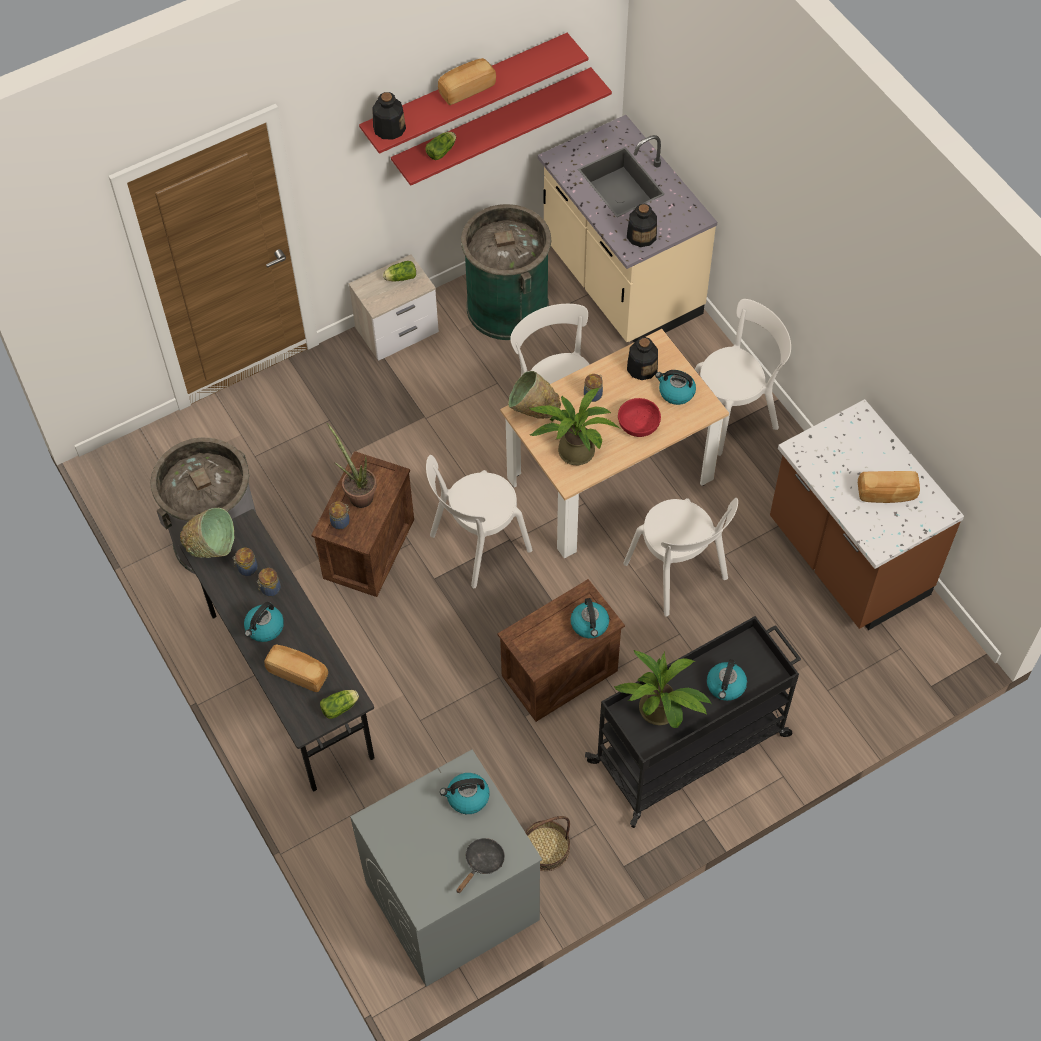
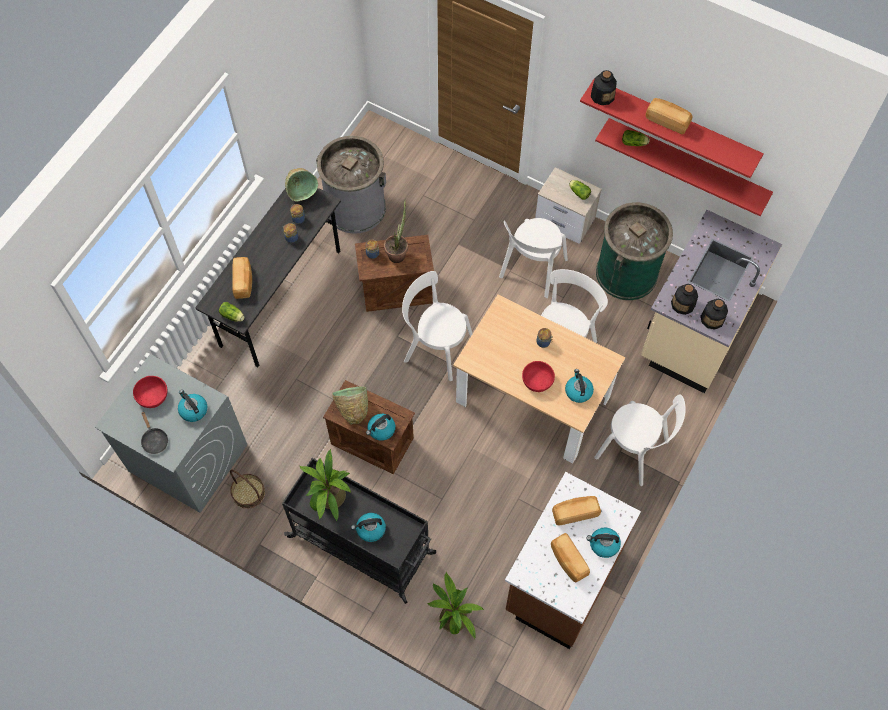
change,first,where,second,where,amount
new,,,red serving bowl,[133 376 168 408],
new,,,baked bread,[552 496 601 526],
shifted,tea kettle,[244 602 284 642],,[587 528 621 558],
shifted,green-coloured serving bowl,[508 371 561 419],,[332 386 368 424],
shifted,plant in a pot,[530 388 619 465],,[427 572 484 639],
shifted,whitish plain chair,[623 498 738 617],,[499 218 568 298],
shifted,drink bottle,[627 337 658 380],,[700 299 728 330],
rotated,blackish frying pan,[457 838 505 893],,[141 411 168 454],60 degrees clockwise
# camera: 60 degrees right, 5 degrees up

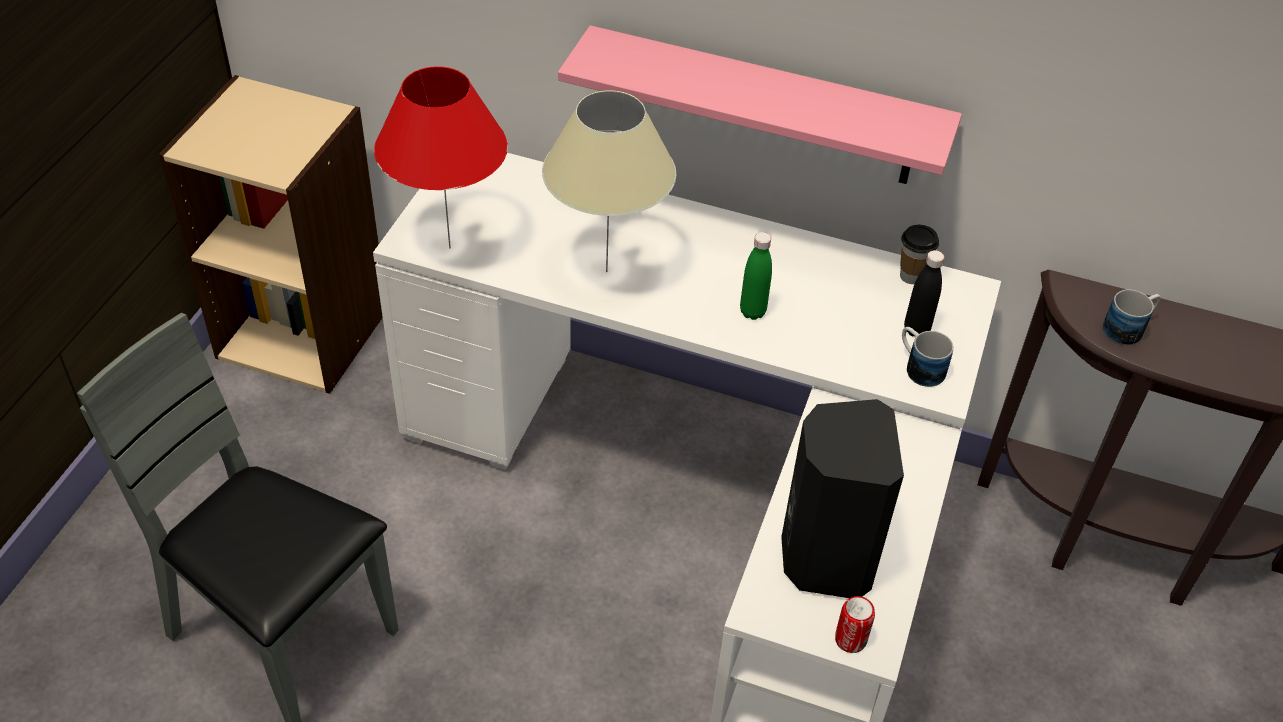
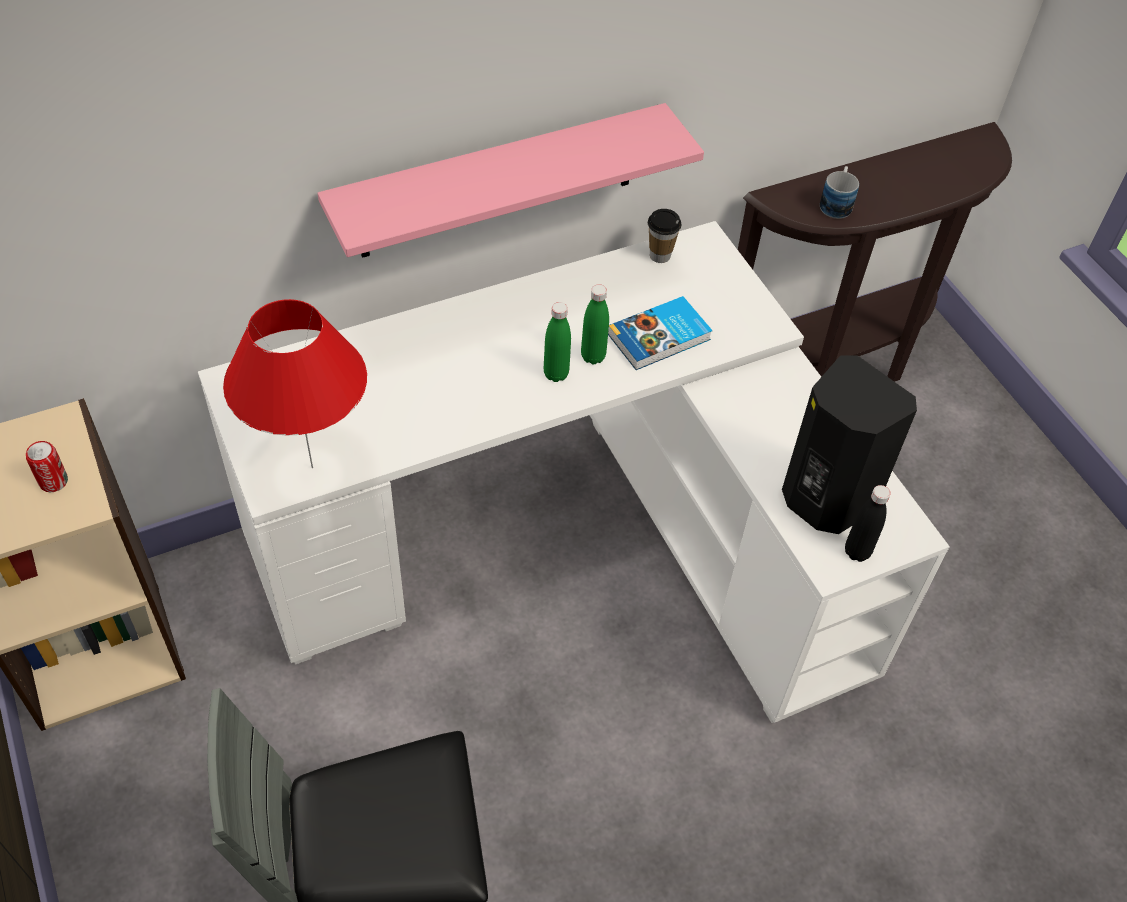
change,first,where,second,where,amount
gone,sand-coloured table lamp,[542 90 676 272],,,
gone,coffee mug,[902 327 953 387],,,
new,,,green-coloured drink bottle,[544 302 571 382],
new,,,volume,[608 296 713 370],
shifted,sealed can,[835 596 875 653],,[26 441 68 492],
shifted,blackish drink bottle,[904 250 944 337],,[845 485 891 562],
# camera: 45 degrees left, 5 degrees up

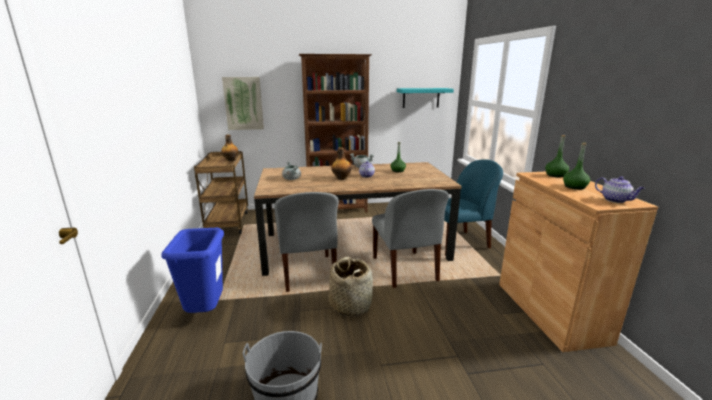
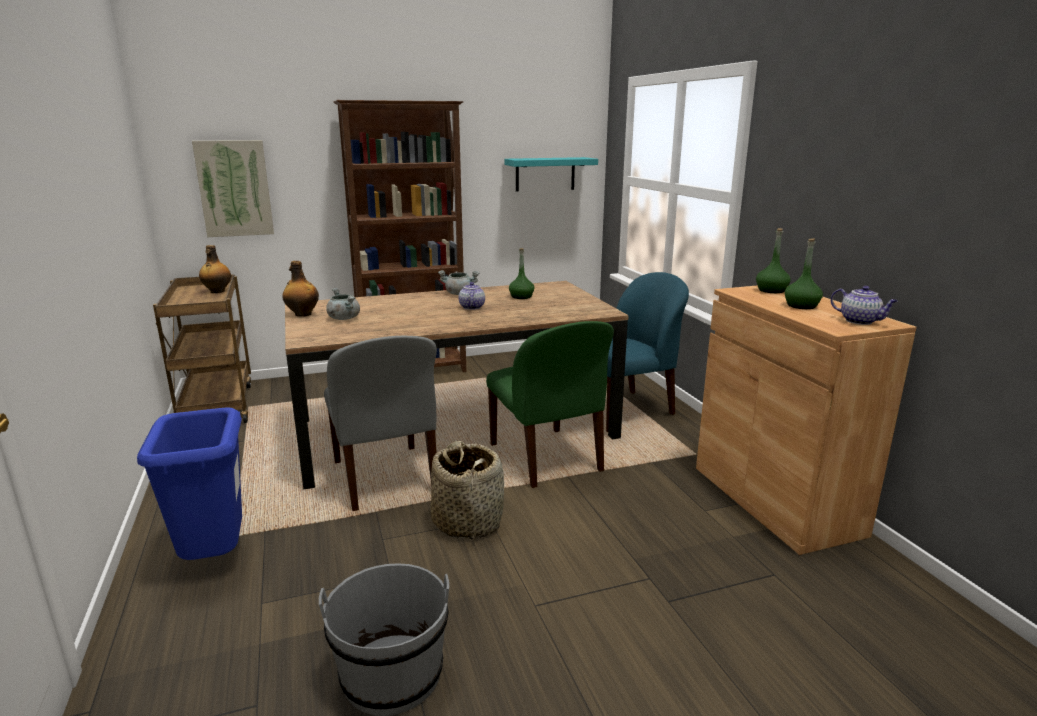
change,first,where,second,where,amount
shifted,drink bottle,[331 147 352 180],,[282 261 319 317],
repainted,gray plain chair,[372 189 449 288],green-coloured plain chair,[486 321 614 488],
# camera: 10 degrees left, 0 degrees up

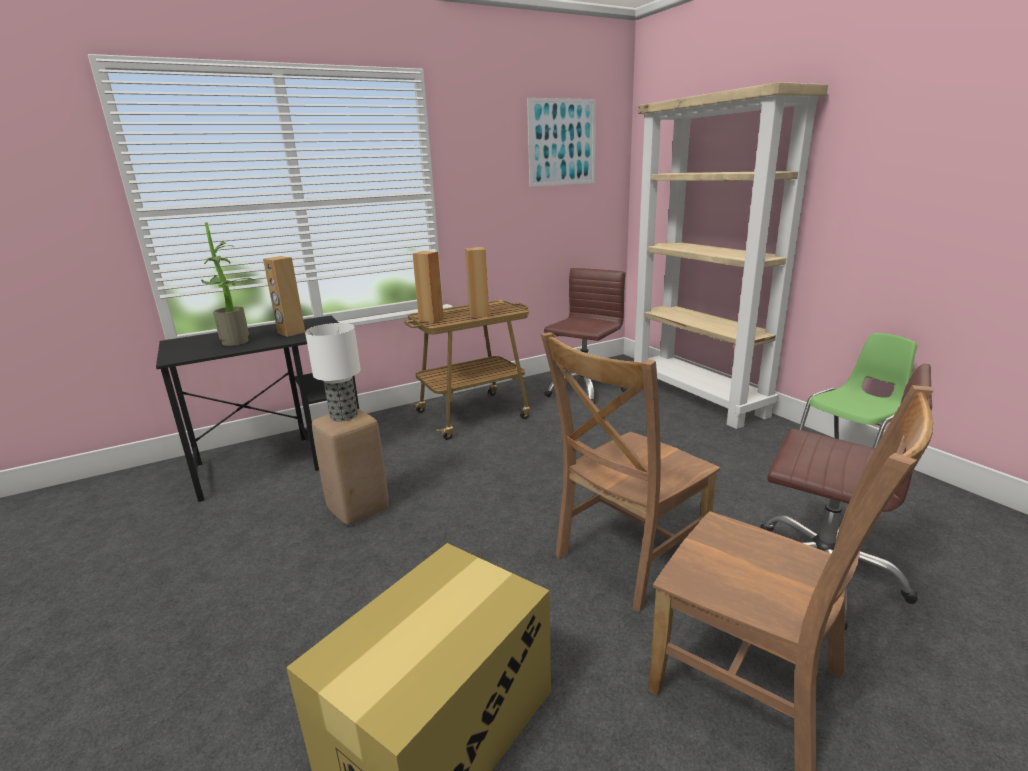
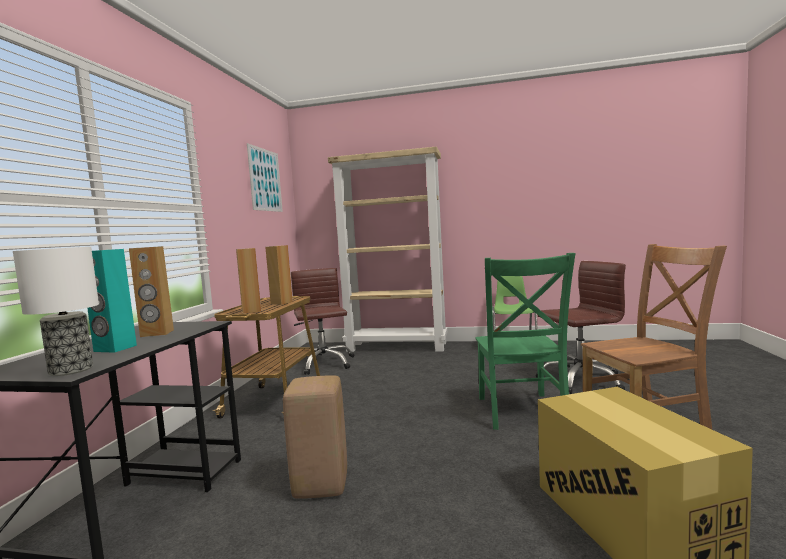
change,first,where,second,where,amount
shifted,table lamp,[305 323 361 422],,[13 247 99 376],
swapped,plant in a pot,[201 222 255 346],turquoise-coloured speaker,[87 249 137 353],
repainted,brown plain chair,[541 332 720 612],green-coloured plain chair,[475 253 576 430],
# camera: 50 degrees left, 15 degrees down

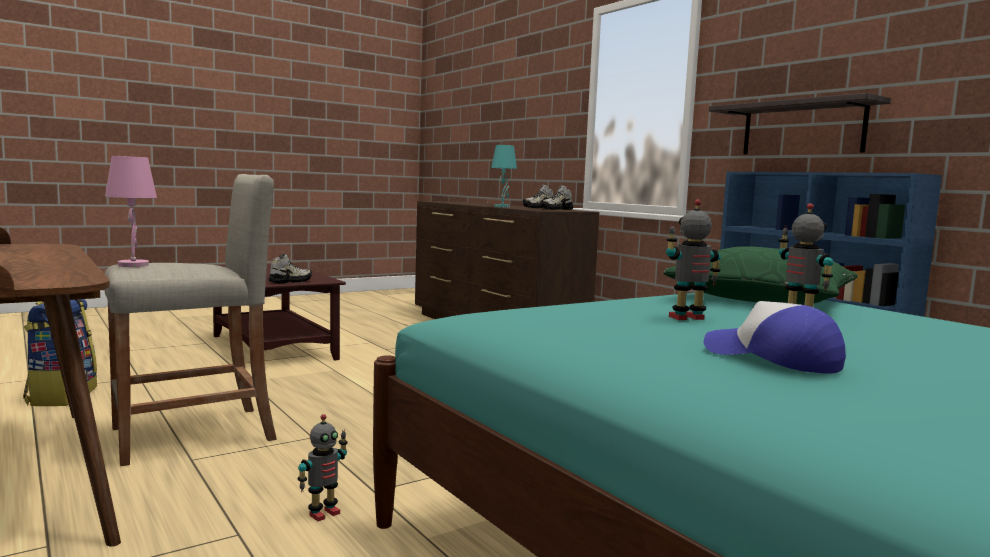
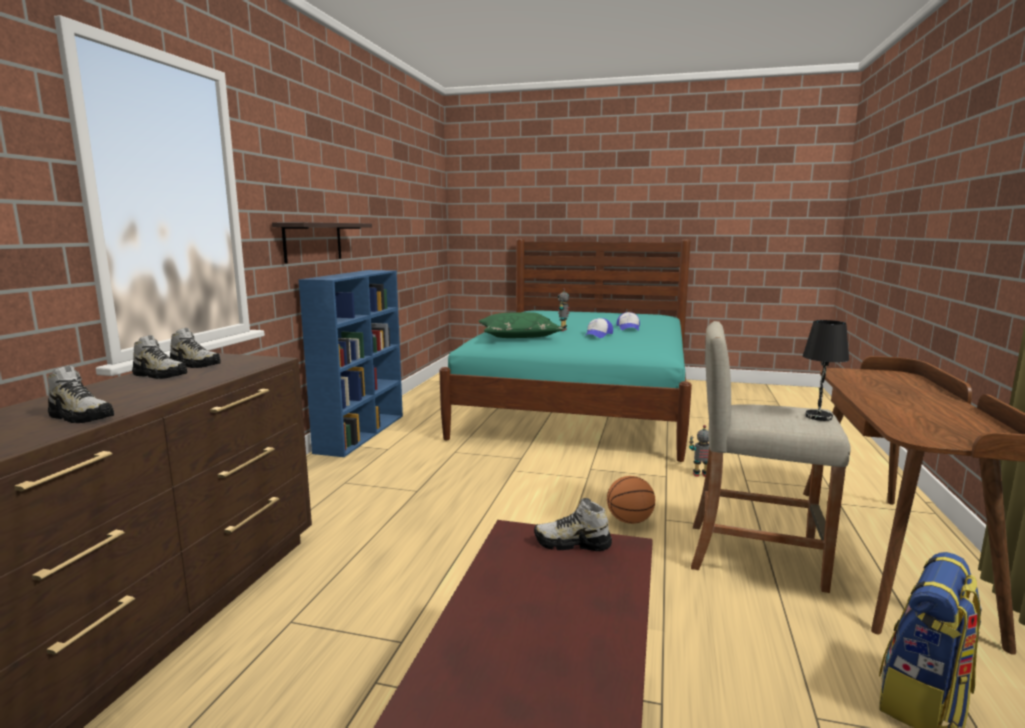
change,first,where,second,where,amount
gone,turquoise-coloured table lamp,[491 145 517 208],,,
new,,,item of footwear,[48 366 114 423],
new,,,basketball,[607 476 655 524],
swapped,toy robot,[666 199 721 320],baseball cap,[586 318 613 338],
repainted,pink table lamp,[105 156 157 267],blackish table lamp,[803 320 849 421],
# camera: 130 degrees left, 5 degrees up

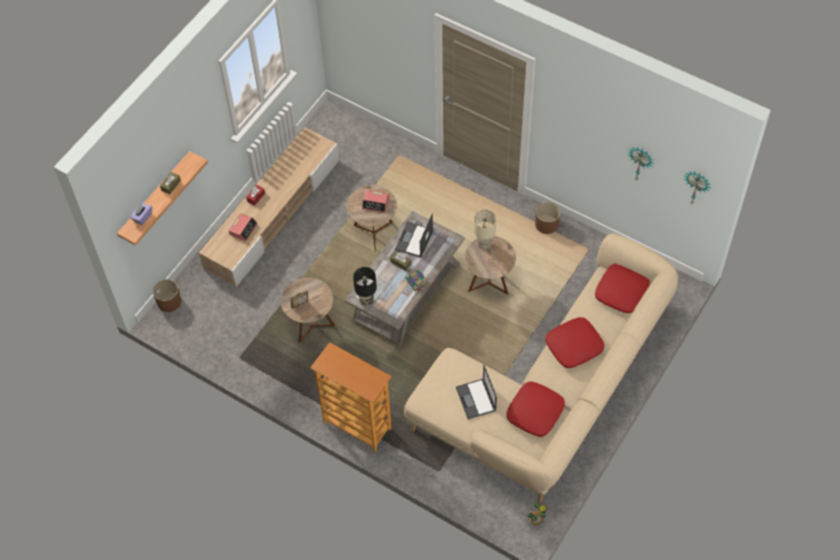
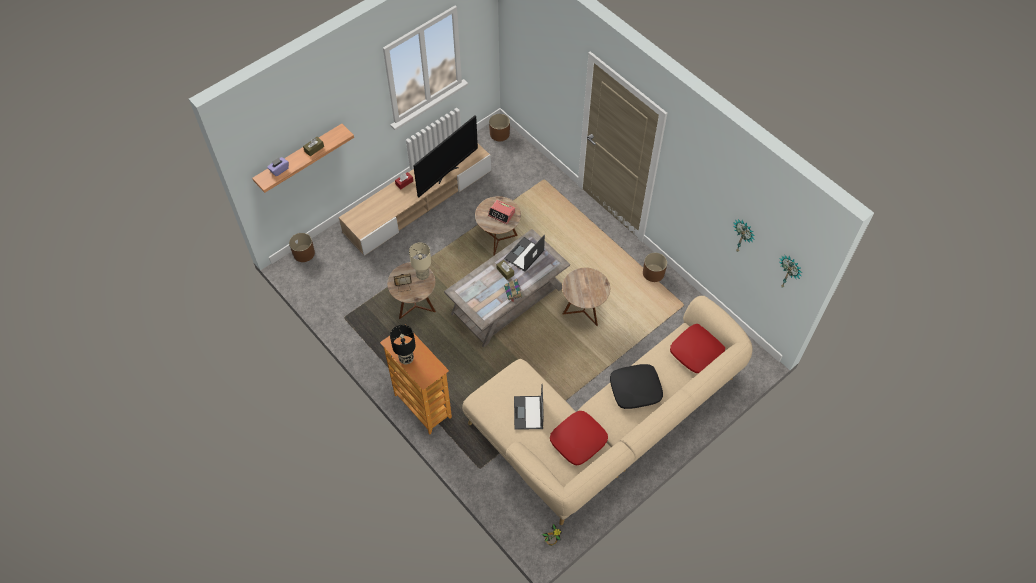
change,first,where,second,where,amount
gone,table clock,[228 213 258 241],,,
new,,,television,[413 116 478 197],
new,,,brown planter,[489 114 510 141],
shifted,blackish table lamp,[353 267 377 307],,[390 325 416 364],
shifted,sand-coloured table lamp,[474 210 496 250],,[409 242 431 280],
repainted,red pillow,[545 317 604 368],blackish pillow,[610 364 663 409],
# camera: 15 degrees right, 0 degrees up

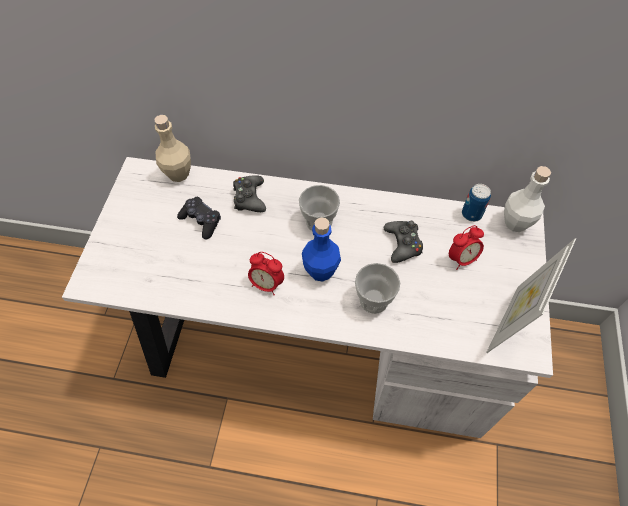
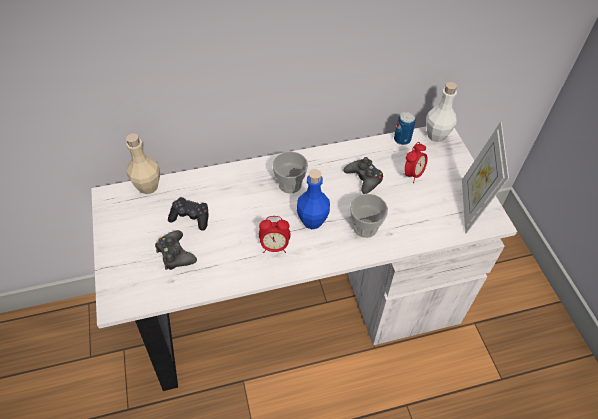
change,first,where,second,where,amount
shifted,blackish gamepad,[233 175 266 212],,[155 230 197 270],
# camera: 25 degrees left, 5 degrees down

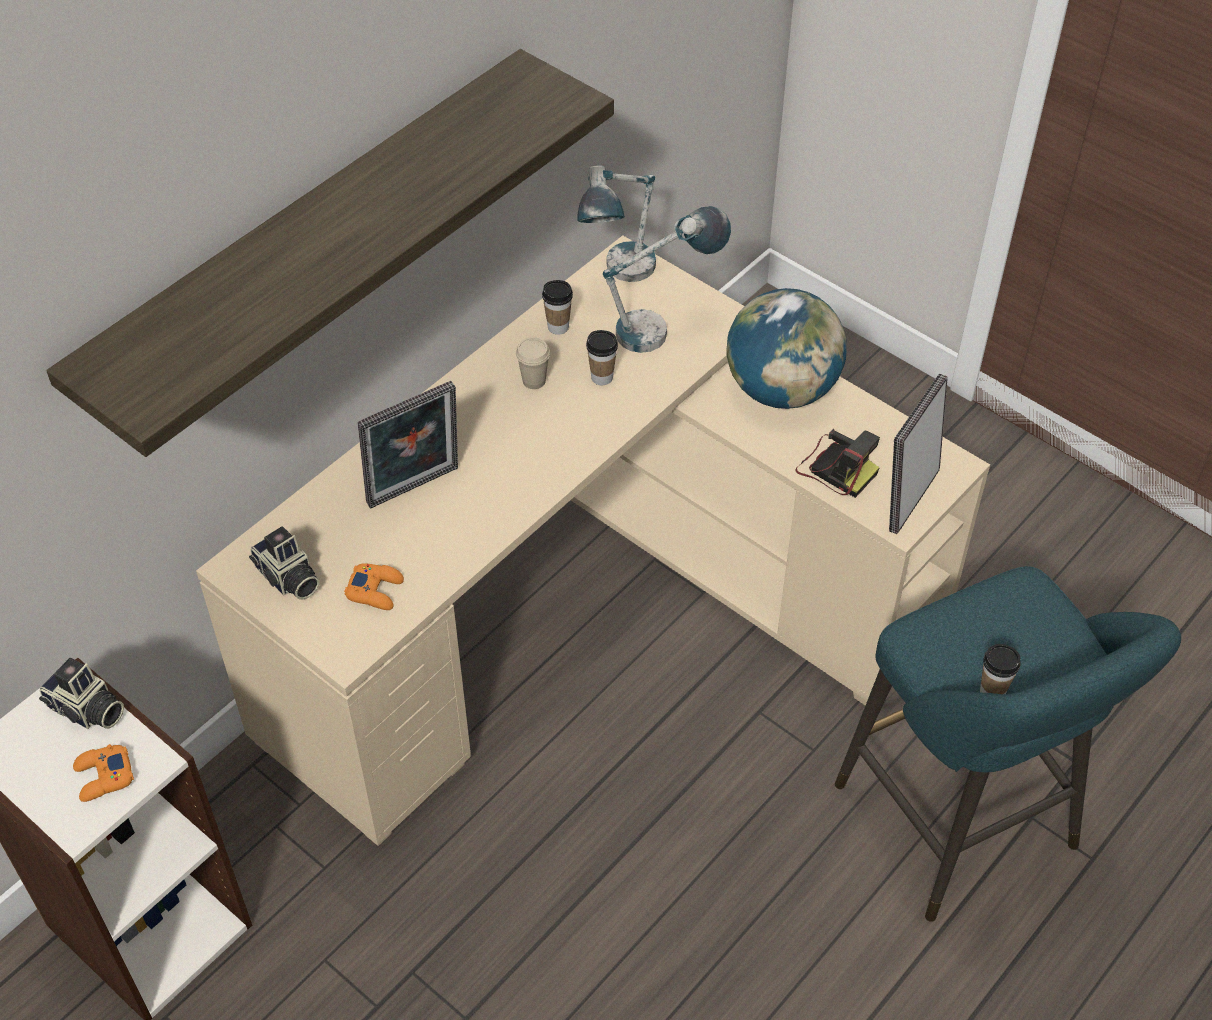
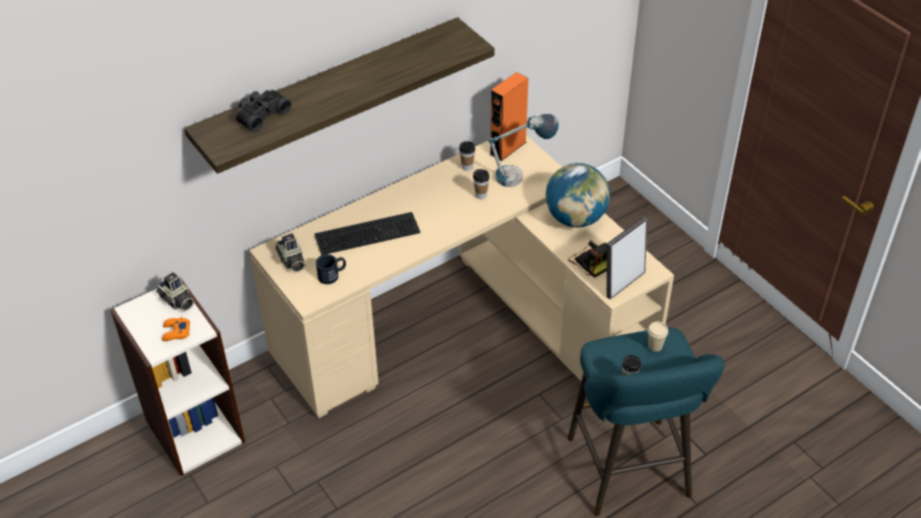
change,first,where,second,where,amount
new,,,blackish field glasses,[235 90 291 132],
shifted,sand-coloured small cup,[516 337 550 389],,[648 321 668 352],
swapped,orangey gamepad,[344 563 404 610],blackish coffee mug,[316 254 346 284],
swapped,standing frame,[358 381 458 509],computer keyboard,[314 212 421 255],
swapped,table lamp,[577 165 656 282],orangey speaker,[489 72 528 161],
# camera: 15 degrees right, 5 degrees down

